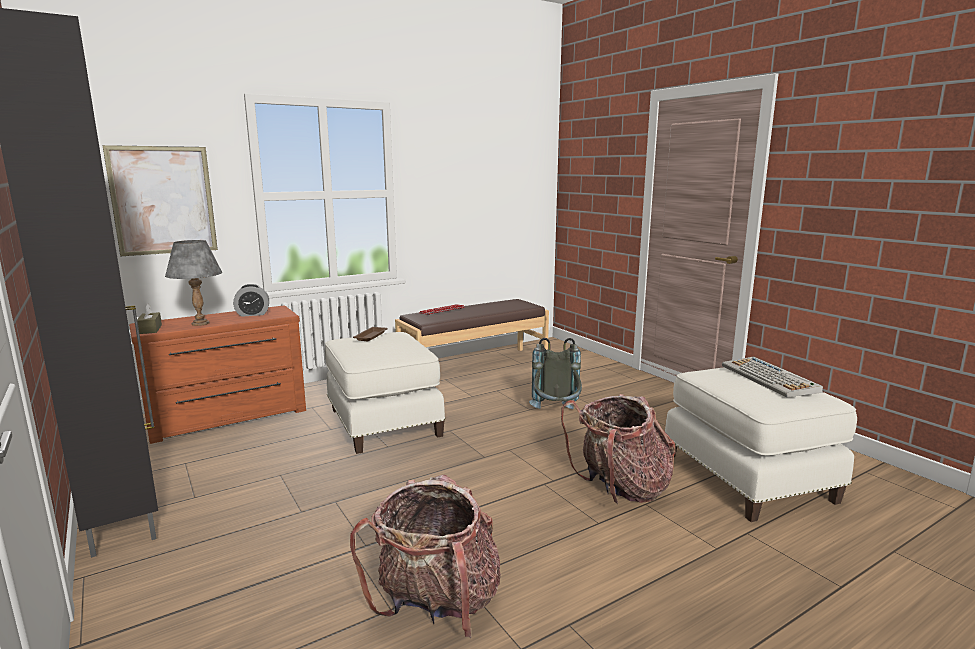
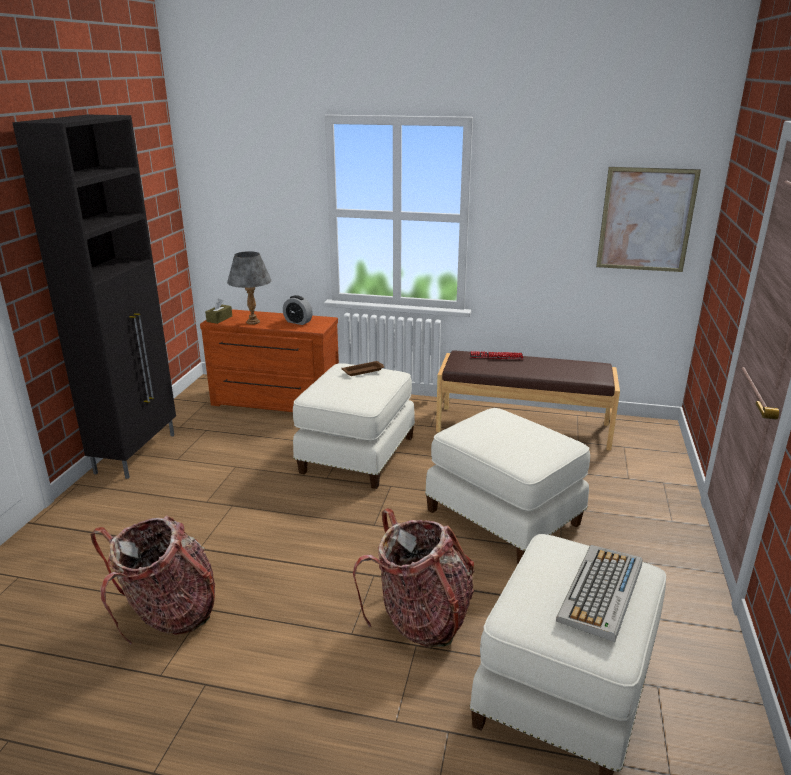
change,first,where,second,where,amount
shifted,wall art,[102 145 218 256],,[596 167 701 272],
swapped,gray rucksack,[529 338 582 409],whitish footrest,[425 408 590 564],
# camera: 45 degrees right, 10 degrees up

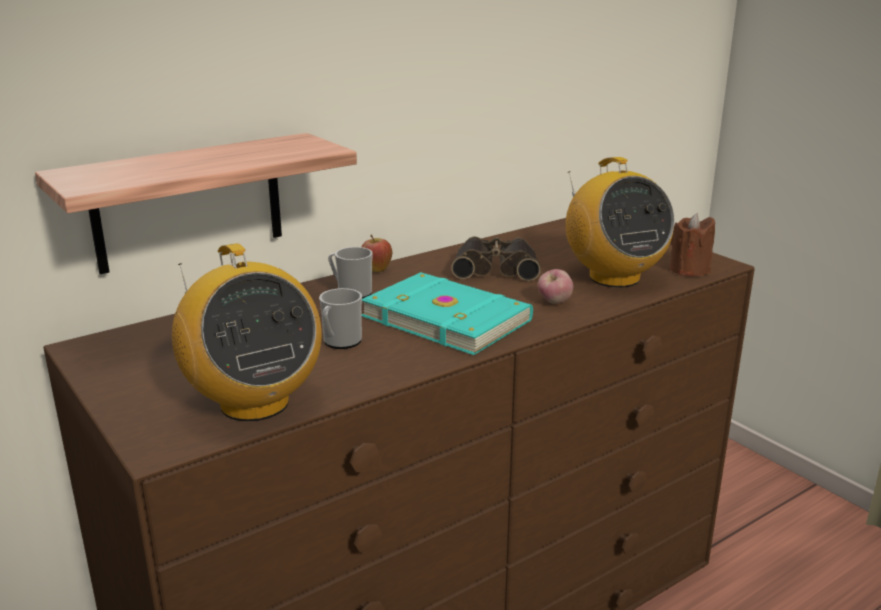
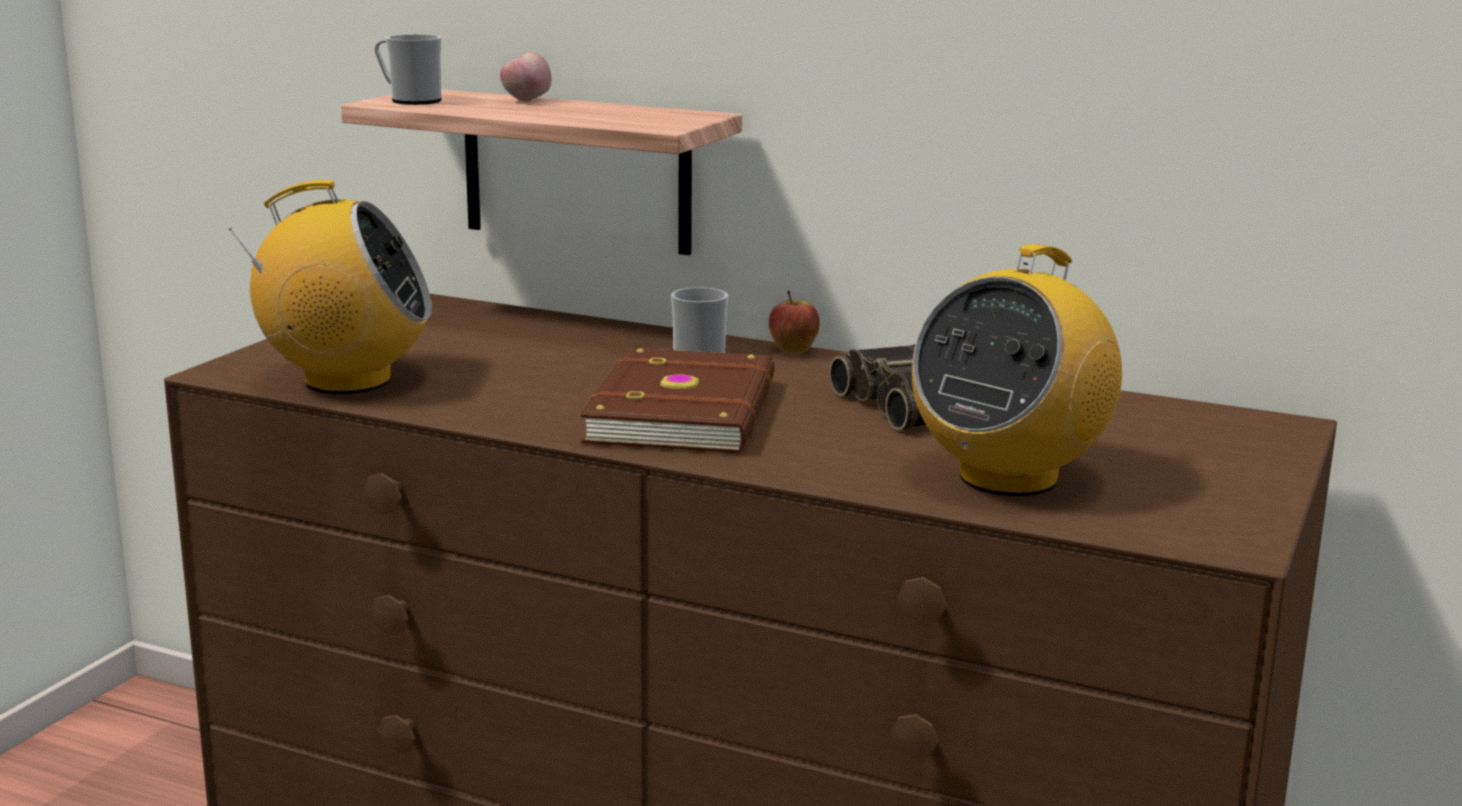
change,first,where,second,where,amount
gone,brown wax candle,[669 213 715 276],,,
shifted,coffee mug,[319 288 362 349],,[374 34 442 105],
shifted,whole apple,[537 269 573 304],,[500 52 551 101],
repainted,turquoise-coloured volume,[361 272 533 355],brown volume,[580 348 774 453],
rotated,radio receiver,[172 243 322 421],,[228 180 432 394],120 degrees counterclockwise
# camera: 60 degrees right, 5 degrees down

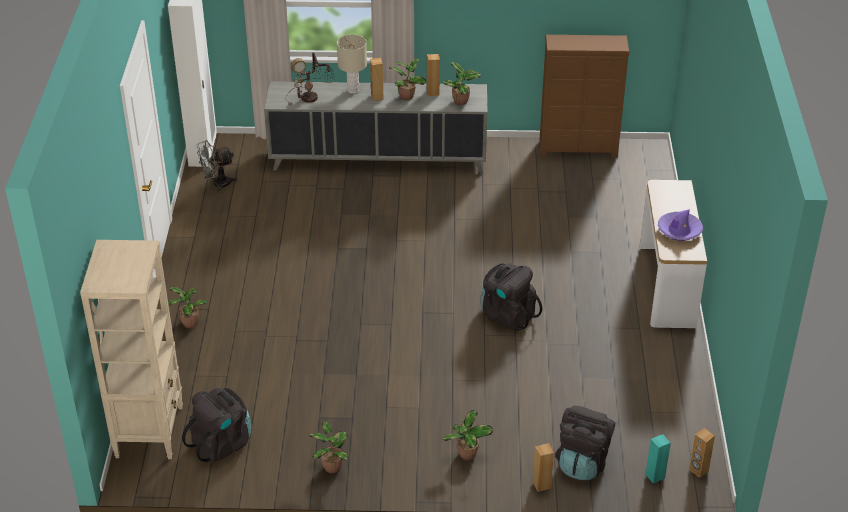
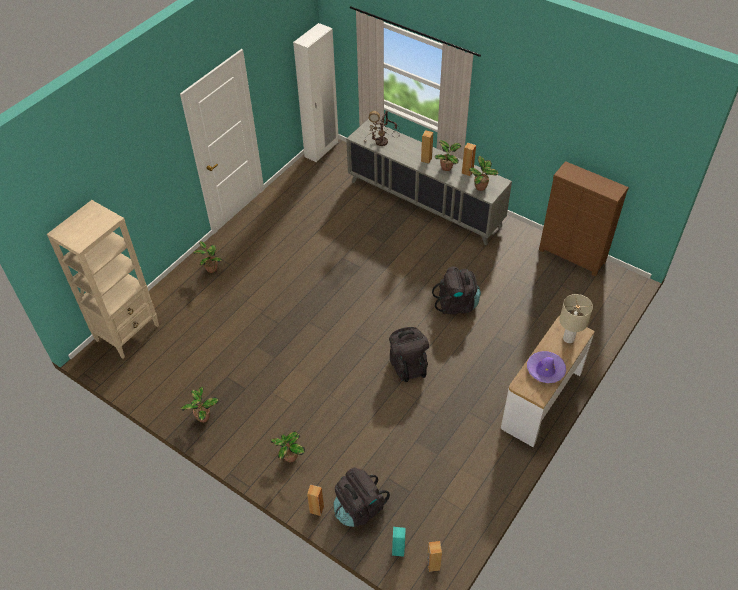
change,first,where,second,where,amount
gone,gray electric fan,[197 140 237 193],,,
shifted,blackish rucksack,[182 387 252 464],,[432 266 481 314],
shifted,sand-coloured table lamp,[337 34 367 94],,[560 294 593 343],
# camera: 35 degrees right, 10 degrees up

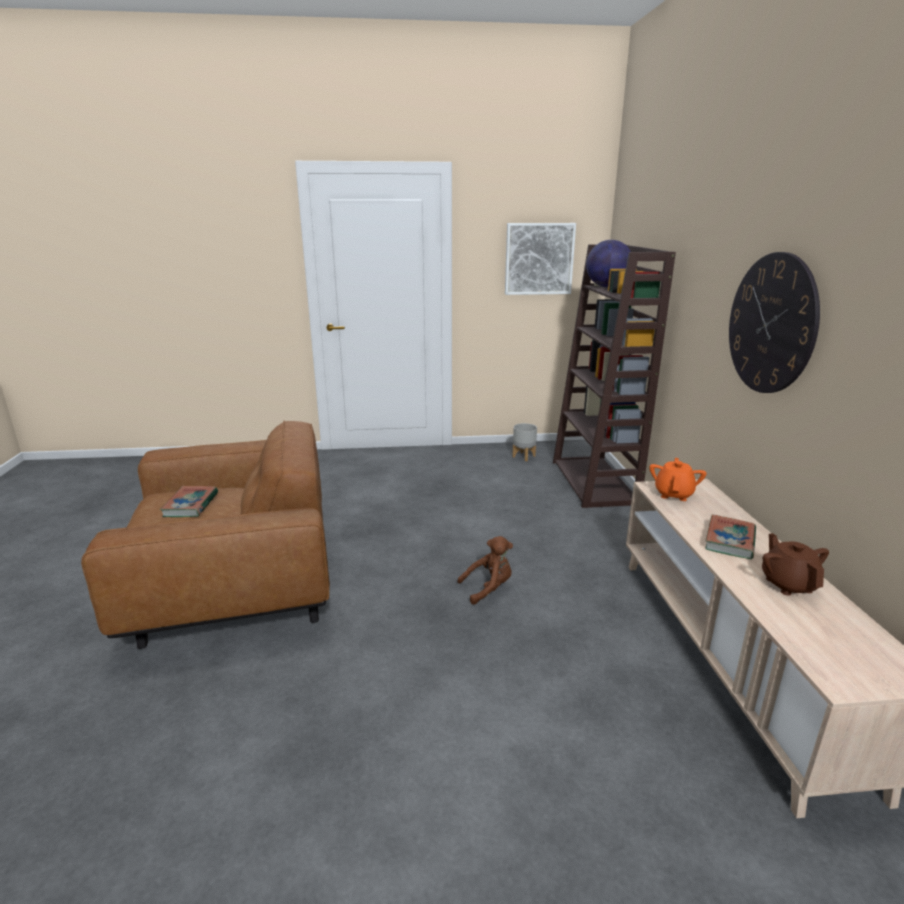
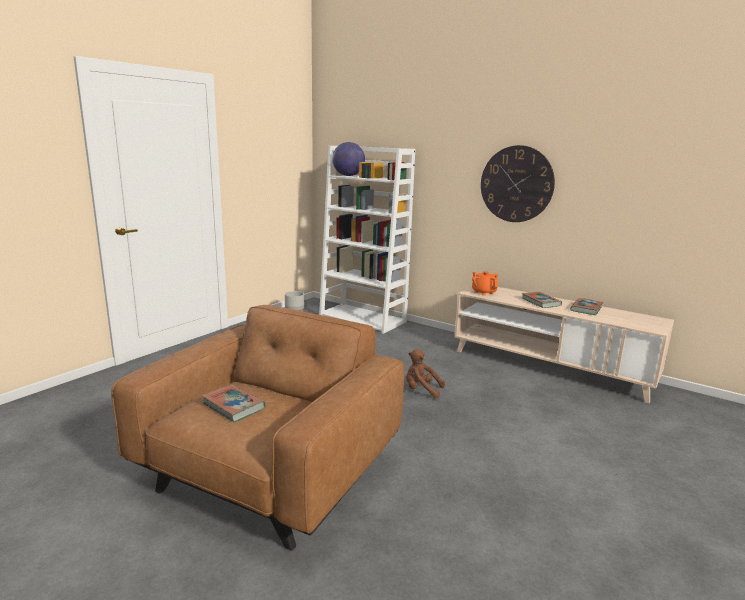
change,first,where,second,where,amount
gone,wall art,[505 223 576 295],,,
swapped,brown pot for tea,[762 533 829 596],volume,[570 298 603 315],
repainted,brown bookcase,[553 244 676 508],whitish bookcase,[319 146 415 334],
rotated,brown plush toy,[457 536 513 605],,[406 349 445 398],90 degrees counterclockwise
# camera: 50 degrees left, 5 degrees down

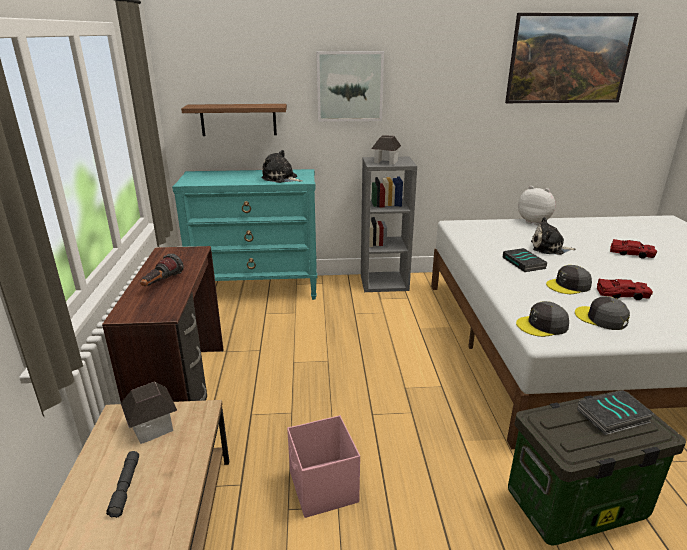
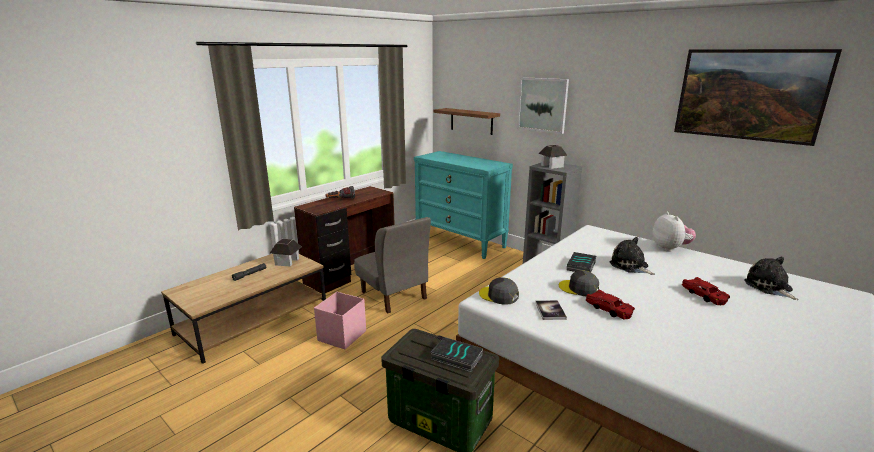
change,first,where,second,where,amount
new,,,gray plain chair,[354 217 431 313],
shifted,plush toy,[261 150 303 183],,[744 257 799 300],
swapped,gray baseball cap,[575 296 630 330],volume,[535 300 567 320],
# camera: 45 degrees right, 5 degrees down

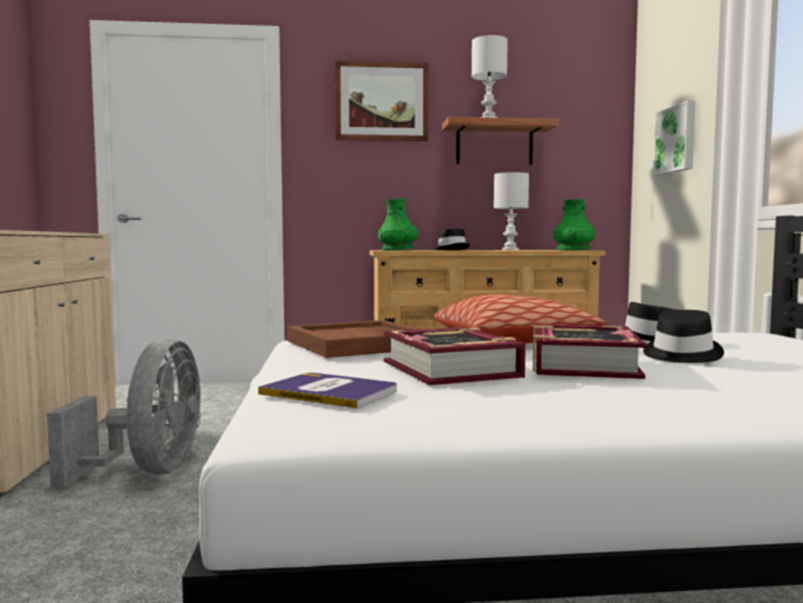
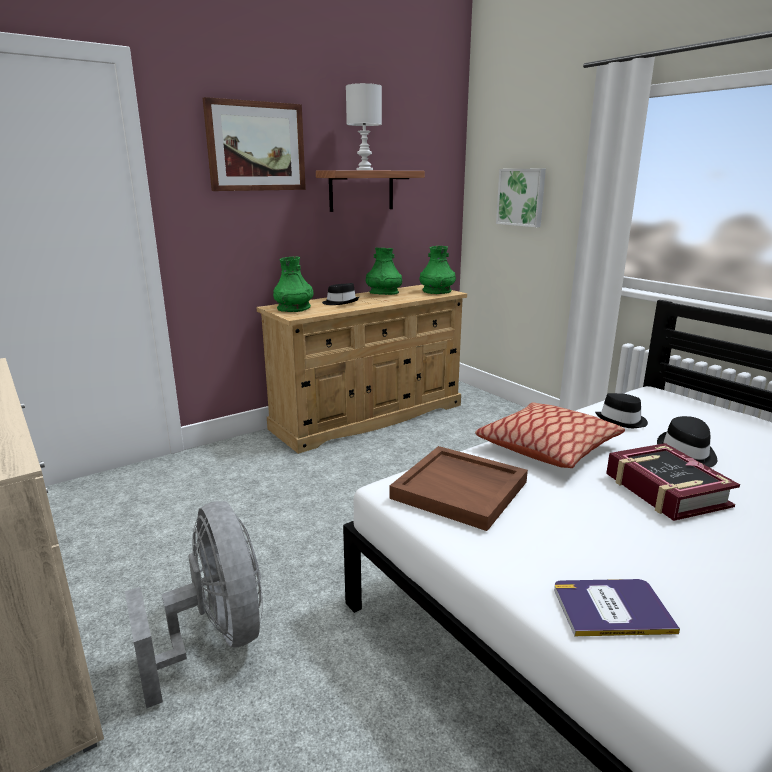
change,first,where,second,where,amount
gone,volume,[384 327 526 385],,,
swapped,whitish table lamp,[494 172 529 250],green-coloured decorative vase,[366 248 402 295],
# camera: 30 degrees left, 15 degrees up

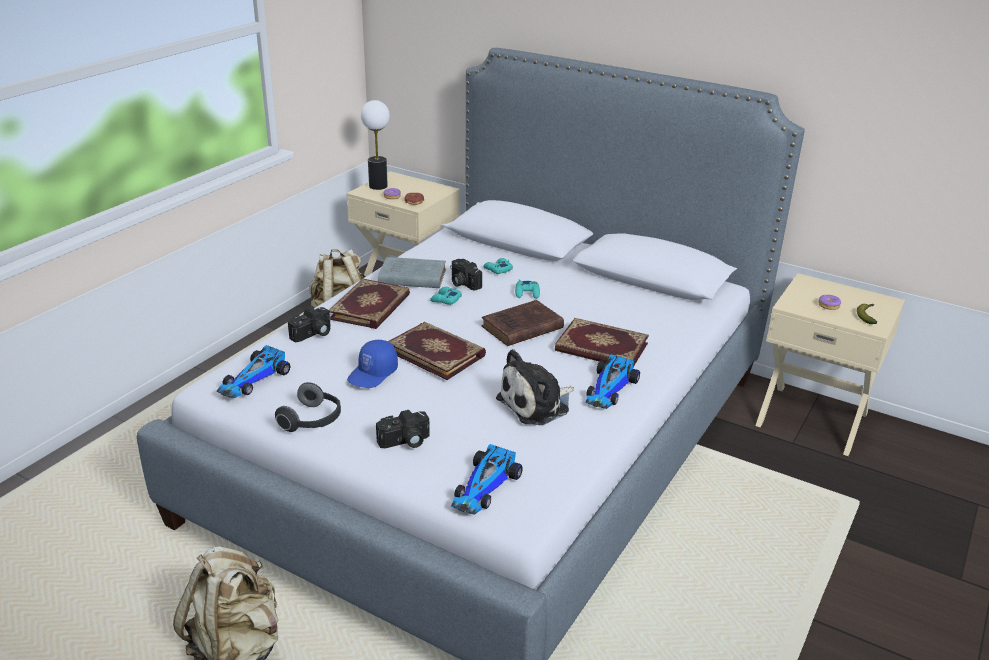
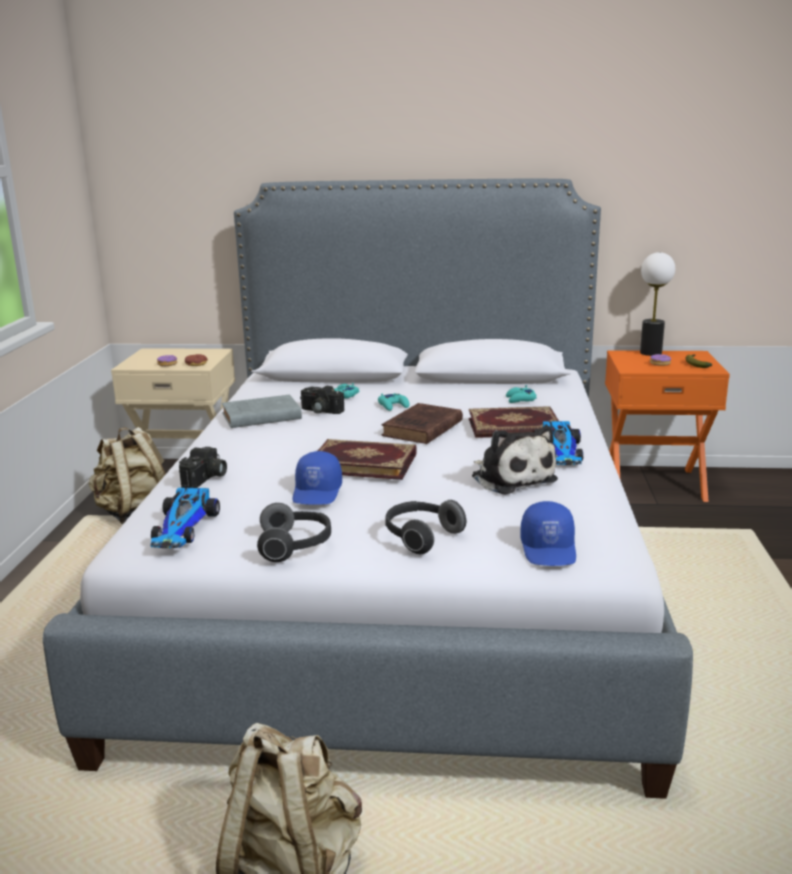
change,first,where,second,where,amount
gone,volume,[329 279 410 329],,,
shifted,table lamp,[361 100 390 190],,[640 252 675 356],
shifted,turquoise-coloured gamepad,[430 287 462 305],,[506 385 537 403],
swapped,still camera,[376 410 430 448],headphones,[385 500 466 554],
swapped,model car,[451 444 523 515],blue-coloured baseball cap,[521 501 576 566],
repainted,sand-coloured nightstand,[755 273 905 456],orangey nightstand,[605 350 730 502],
rotated,plush toy,[496 349 574 425],,[472 426 558 495],60 degrees counterclockwise
# camera: 25 degrees left, 10 degrees down

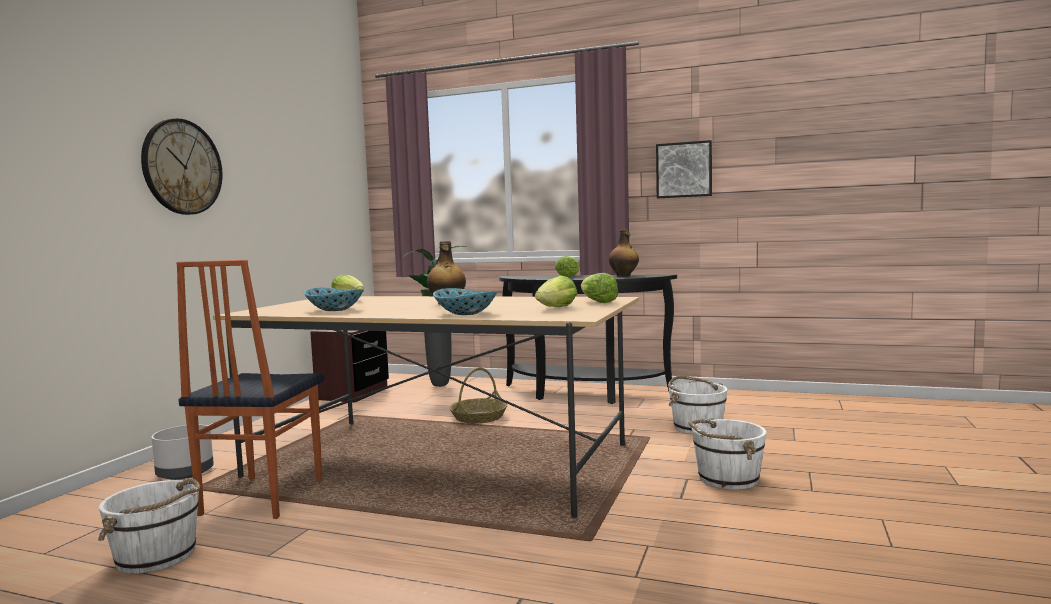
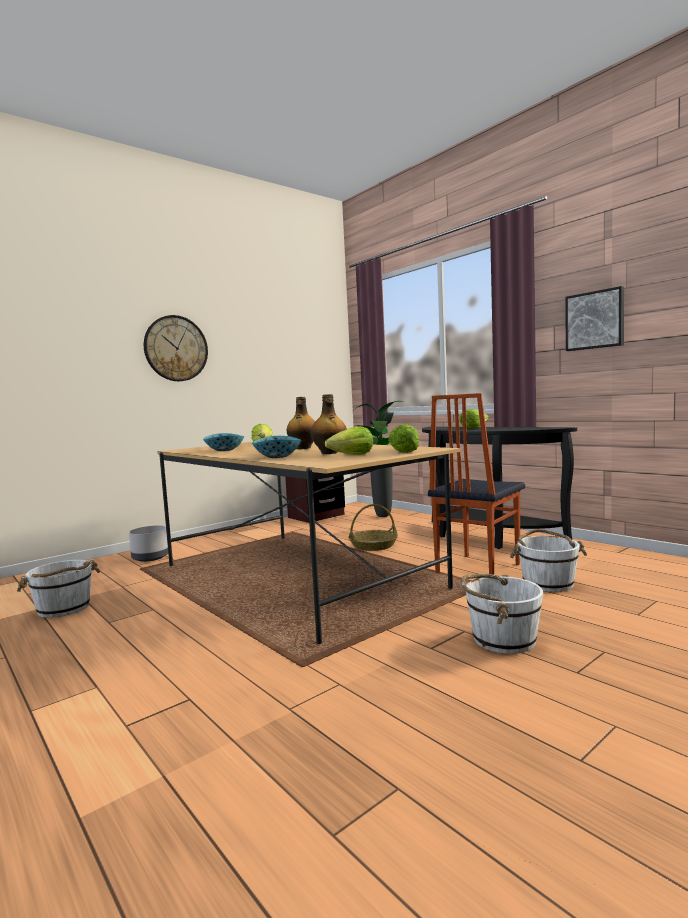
change,first,where,second,where,amount
shifted,plain chair,[176 260 324 519],,[428 393 525 574],
shifted,drink bottle,[609 229 639 277],,[311 394 347 454],
# camera: 30 degrees right, 0 degrees up

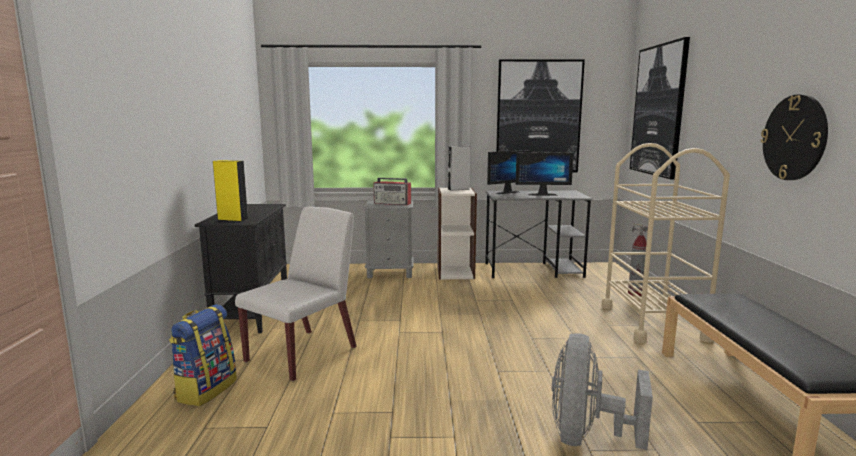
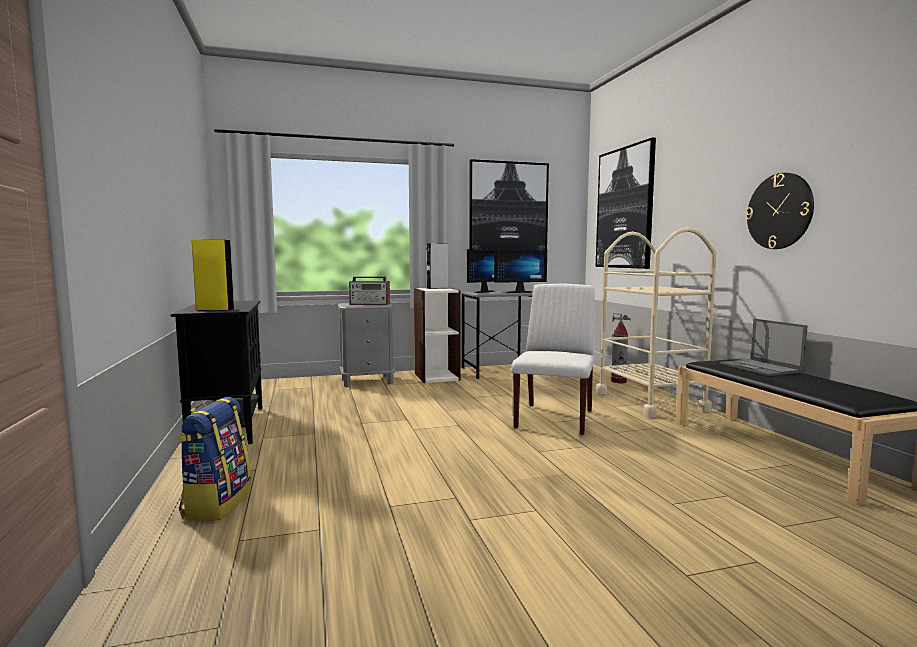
change,first,where,second,where,amount
gone,gray electric fan,[552 333 653 450],,,
new,,,laptop,[720 319 808 376],
shifted,whitish plain chair,[235 207 357 381],,[511 283 595 436],
# camera: 15 degrees left, 5 degrees down

